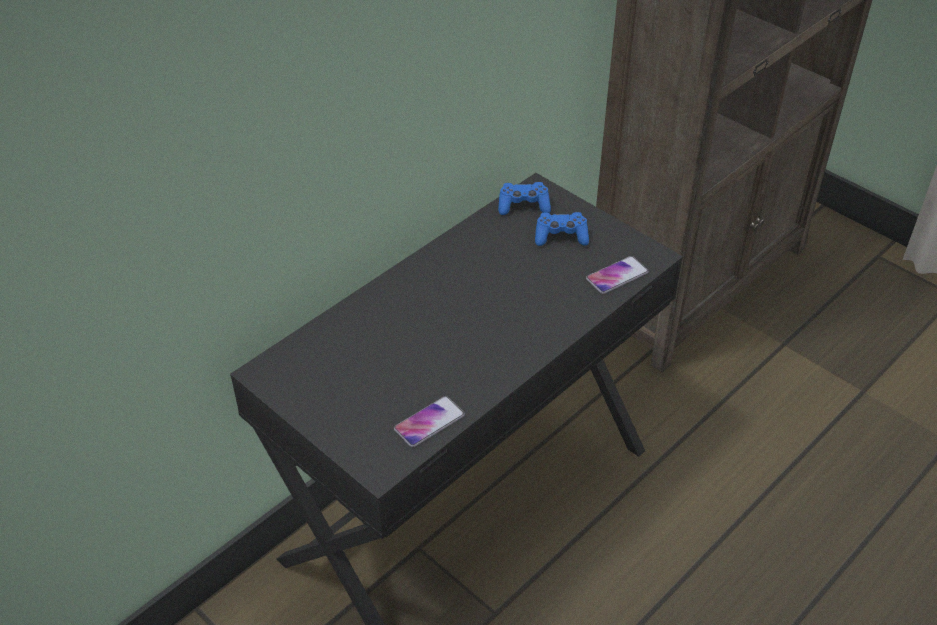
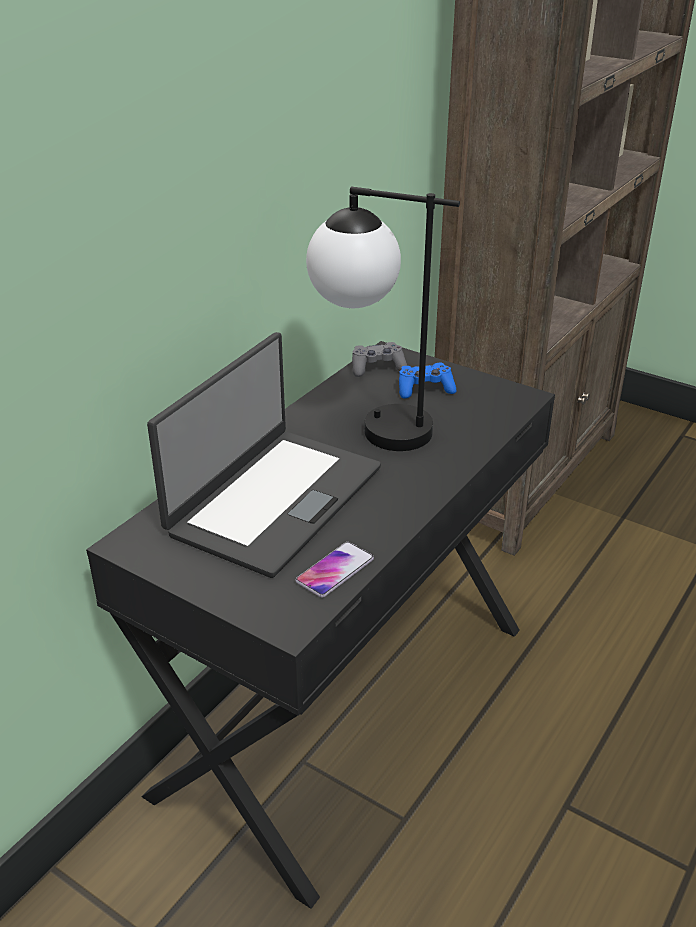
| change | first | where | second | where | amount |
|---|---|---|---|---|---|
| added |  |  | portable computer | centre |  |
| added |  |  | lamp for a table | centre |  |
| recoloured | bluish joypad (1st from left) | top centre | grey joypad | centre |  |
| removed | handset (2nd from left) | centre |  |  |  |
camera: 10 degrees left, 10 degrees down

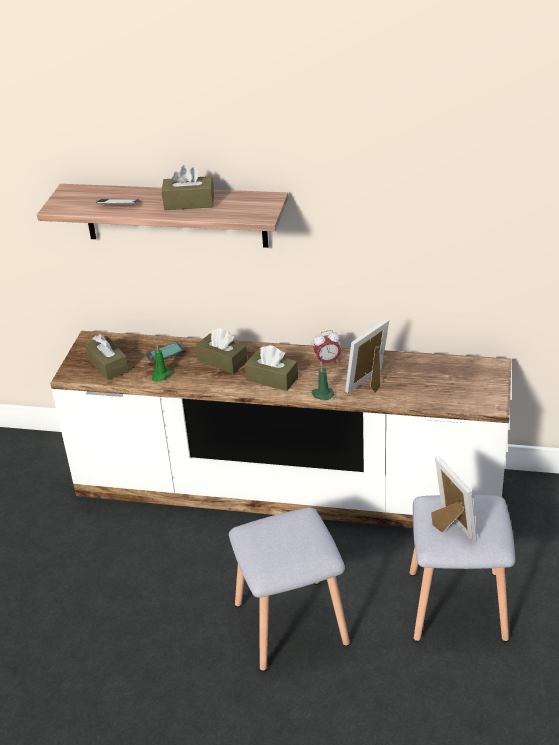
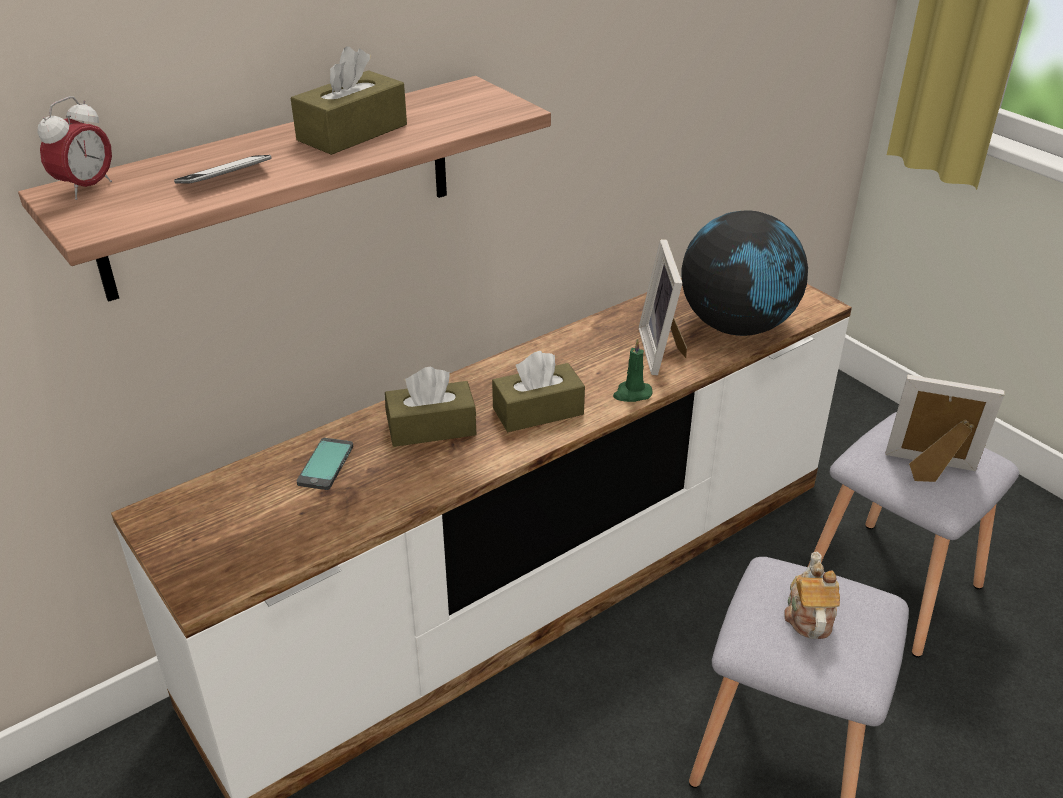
| change | first | where | second | where | amount |
|---|---|---|---|---|---|
| moved | bedside clock | centre |  | top left |  |
| added |  |  | desk globe | middle right |  |
| added |  |  | tea pot | bottom right |  |
| removed | brownish tissue holder (1st from left) | middle left |  |  |  |
| removed | greenish wax light (1st from left) | middle left |  |  |  |
camera: 50 degrees left, 0 degrees up

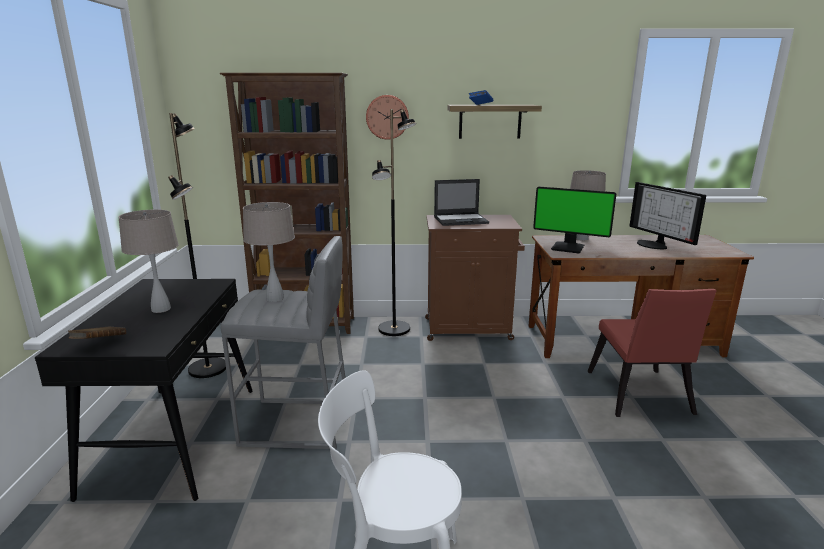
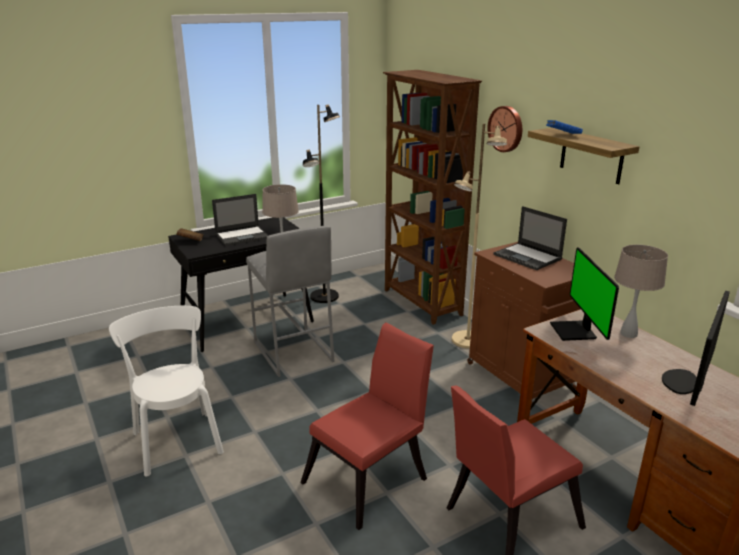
| change | first | where | second | where | amount |
|---|---|---|---|---|---|
| replaced | beige lamp for a table (1st from left) | middle left | portable computer (1st from left) | middle left |  |
| added |  |  | reddish upright chair (1st from left) | bottom centre |  |
| recoloured | blackish standard lamp (2nd from left) | centre | beige standard lamp | centre |  |
camera: 60 degrees right, 5 degrees up

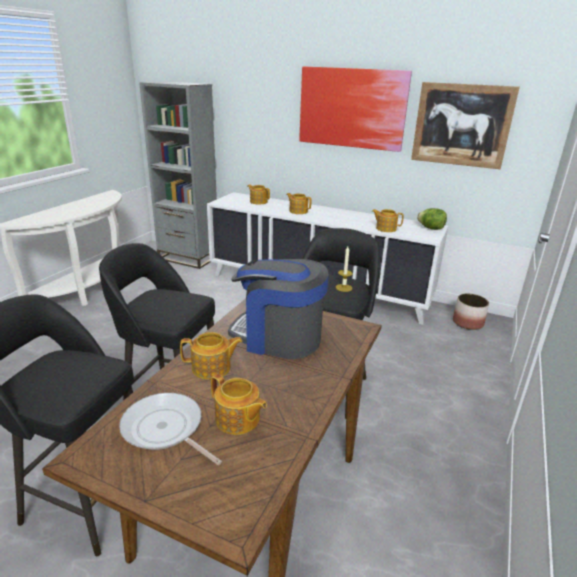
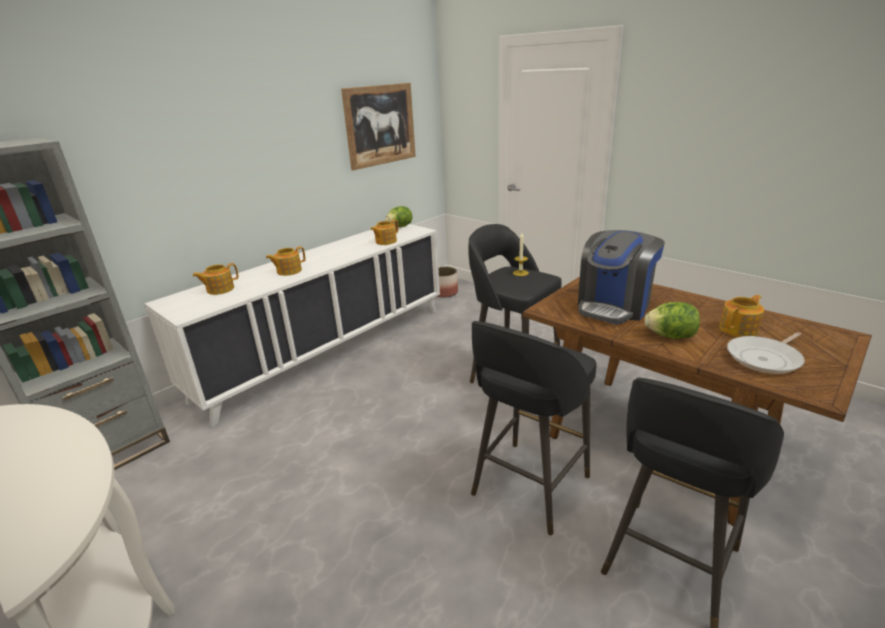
| change | first | where | second | where | amount |
|---|---|---|---|---|---|
| replaced | tea pot (1st from left) | centre | lettuce (2nd from left) | middle right |  |
| removed | wall picture (1st from left) | top centre |  |  |  |
camera: 70 degrees left, 0 degrees up

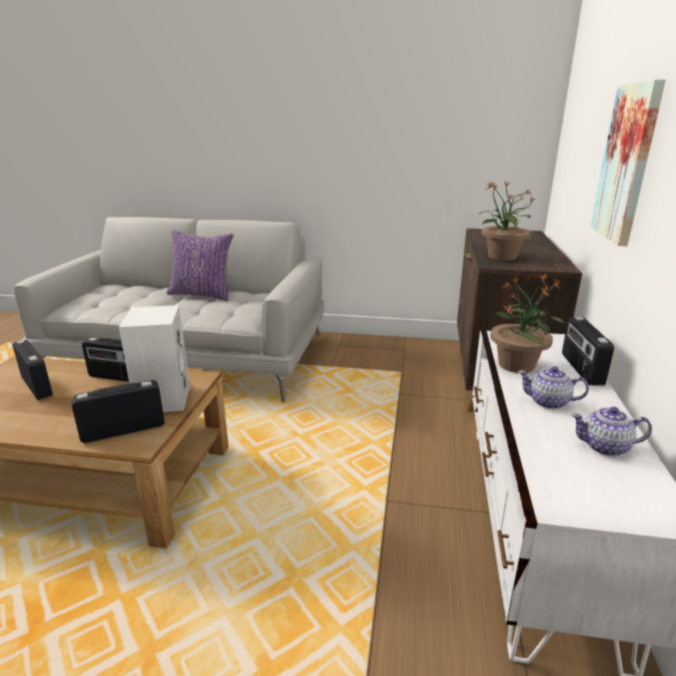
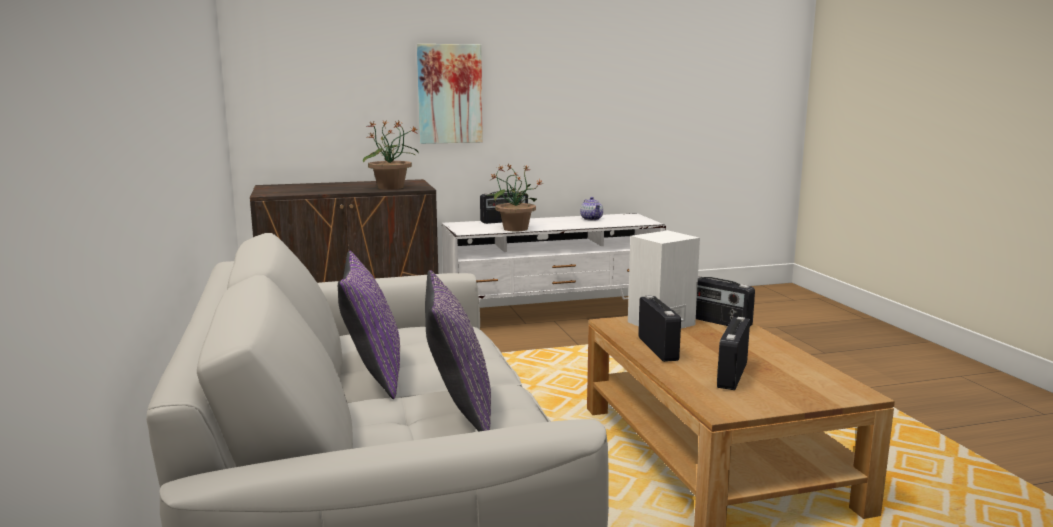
| change | first | where | second | where | amount |
|---|---|---|---|---|---|
| added |  |  | purple pillow (2nd from left) | centre |  |
| removed | tea pot (1st from left) | middle right |  |  |  |
camera: 115 degrees left, 10 degrees down

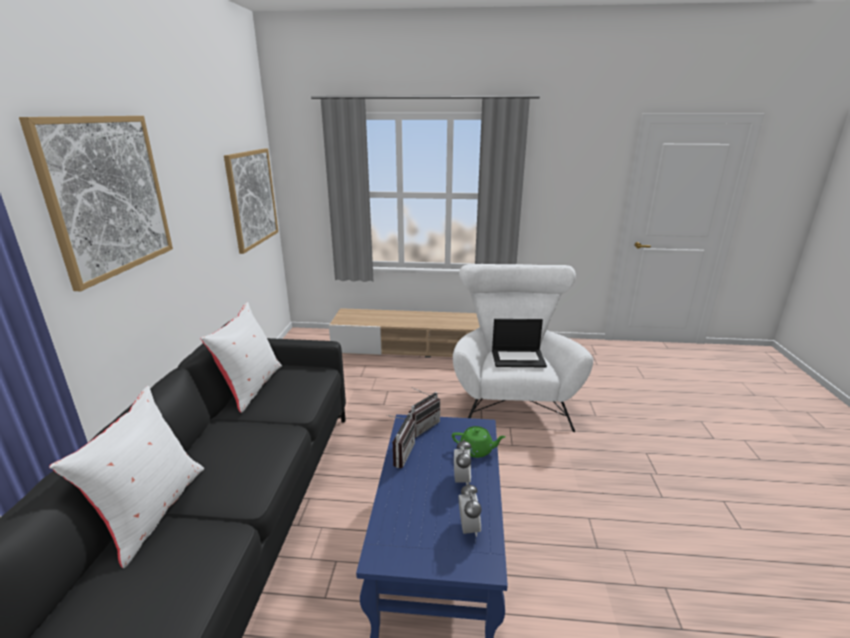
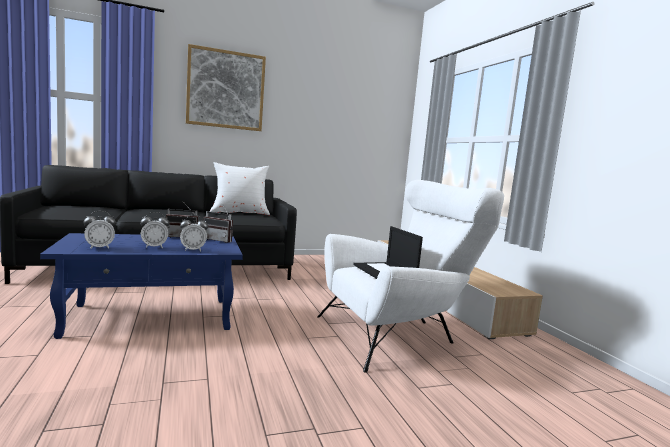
| change | first | where | second | where | amount |
|---|---|---|---|---|---|
| replaced | greenish tea pot | bottom centre | bedside clock (3rd from left) | middle left |  |
| removed | whitish pillow (1st from left) | bottom left |  |  |  |
| removed | wall picture (2nd from left) | top left |  |  |  |
camera: 65 degrees right, 15 degrees down

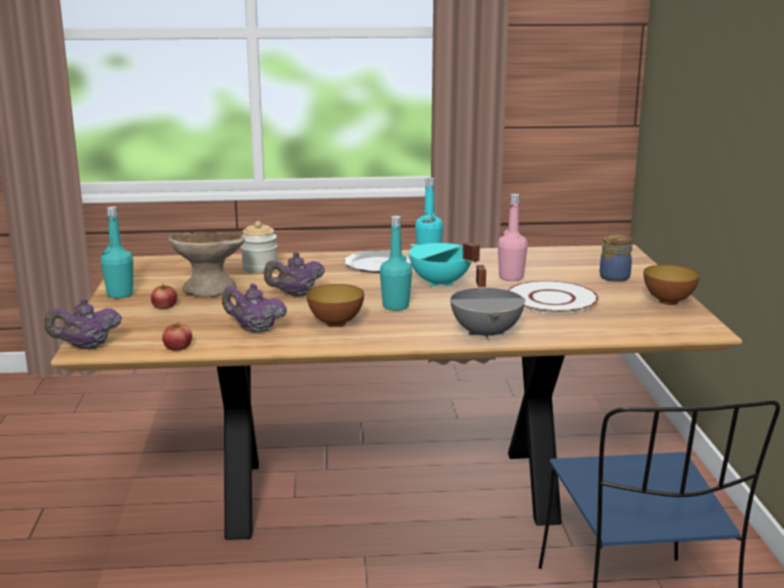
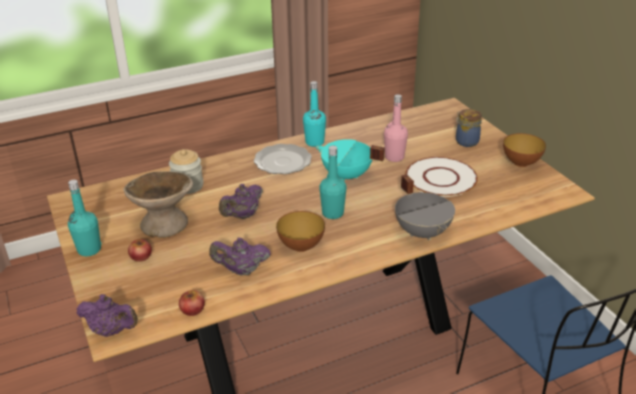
| change | first | where | second | where | amount |
|---|---|---|---|---|---|
| turned | purple tea pot (1st from left) | middle left |  | bottom left | 120 degrees counterclockwise |
camera: 20 degrees left, 15 degrees up

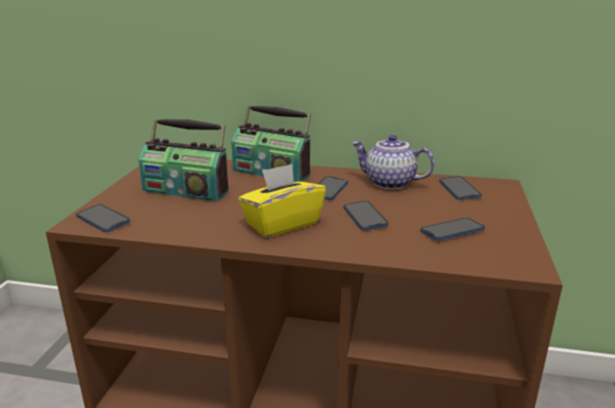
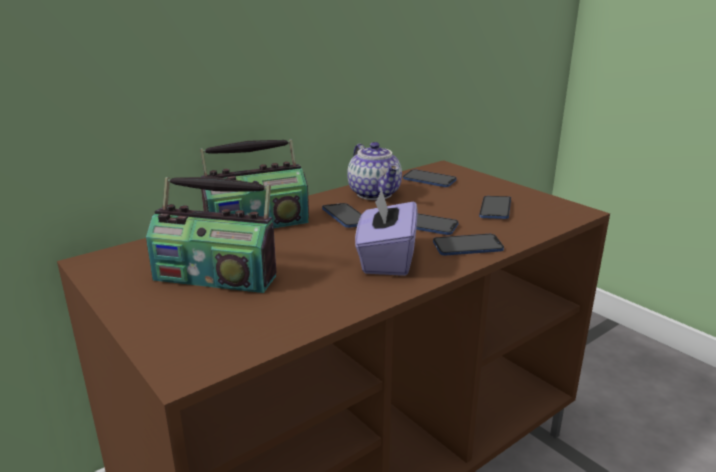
| change | first | where | second | where | amount |
|---|---|---|---|---|---|
| turned | radio receiver (1st from left) | middle left |  | middle left | 45 degrees clockwise |
| turned | tea pot | centre |  | centre | 90 degrees counterclockwise |
| recoloured | yellow tissue holder | centre | purple tissue holder | centre |  |
| moved | handset (1st from left in the first image) | middle left | handset (4th from left) | centre |  |
camera: 50 degrees left, 0 degrees up

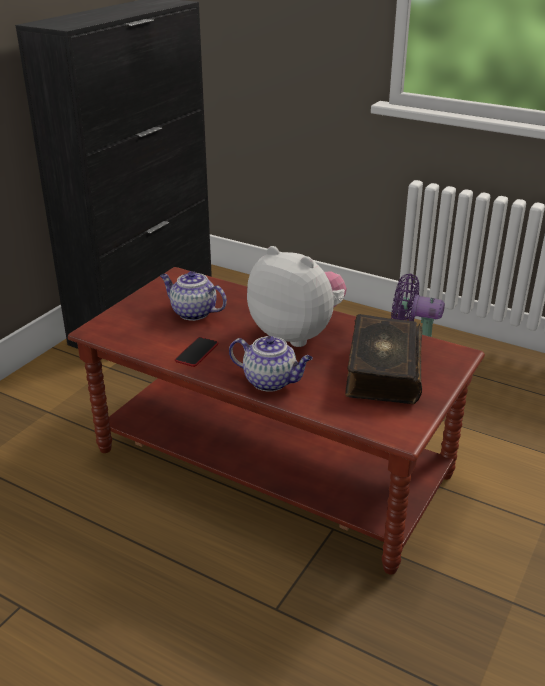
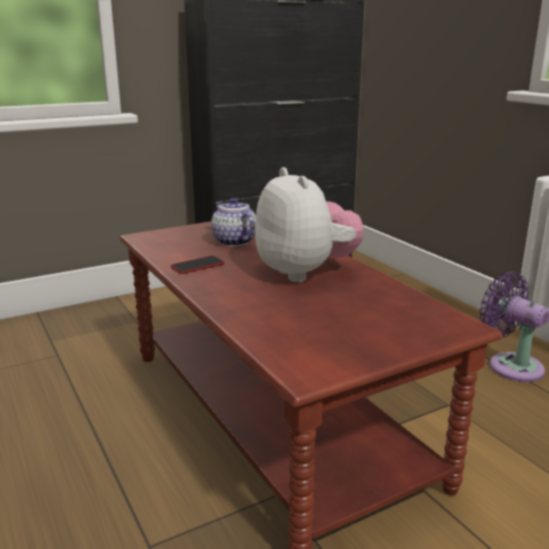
| change | first | where | second | where | amount |
|---|---|---|---|---|---|
| removed | tea pot (2nd from left) | centre |  |  |  |
| removed | book | middle right |  |  |  |
camera: 30 degrees right, 10 degrees down

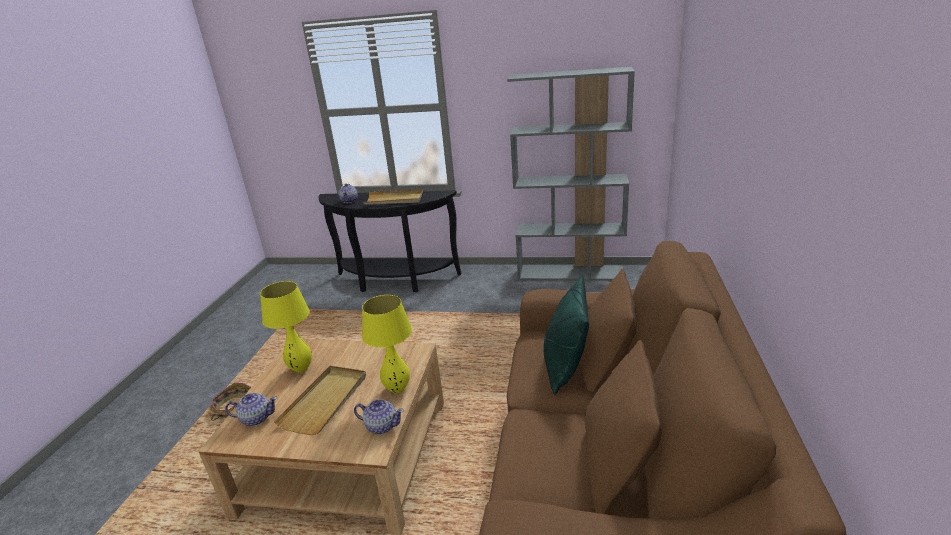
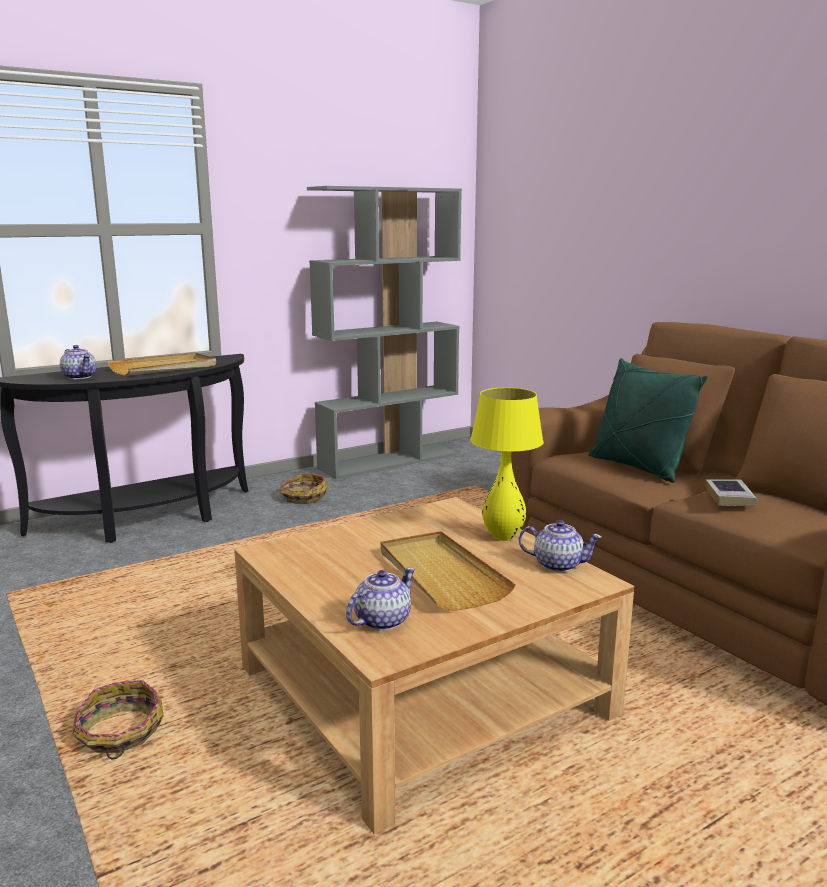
| change | first | where | second | where | amount |
|---|---|---|---|---|---|
| added |  |  | basket (2nd from left) | centre |  |
| turned | tea pot (3rd from left) | bottom centre |  | middle right | 45 degrees clockwise |
| added |  |  | book | middle right |  |
| removed | yellow lamp for a table (1st from left) | middle left |  |  |  |
camera: 45 degrees left, 10 degrees down

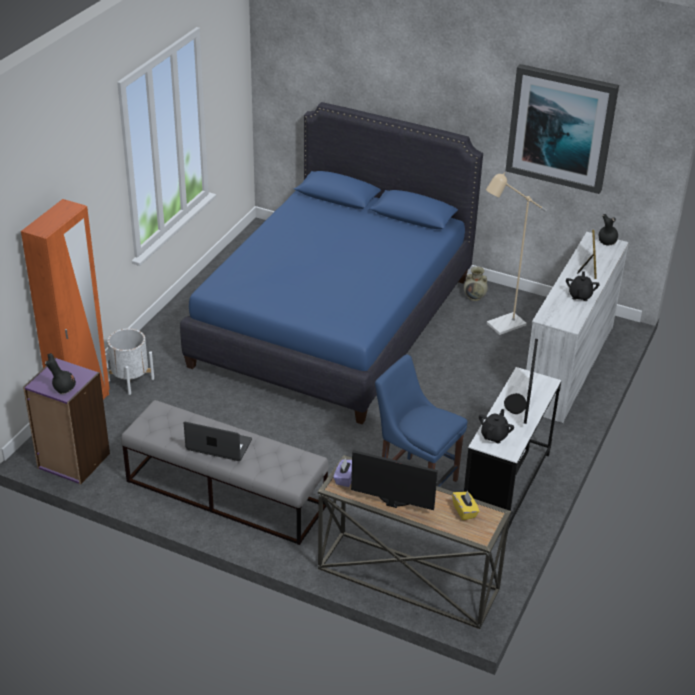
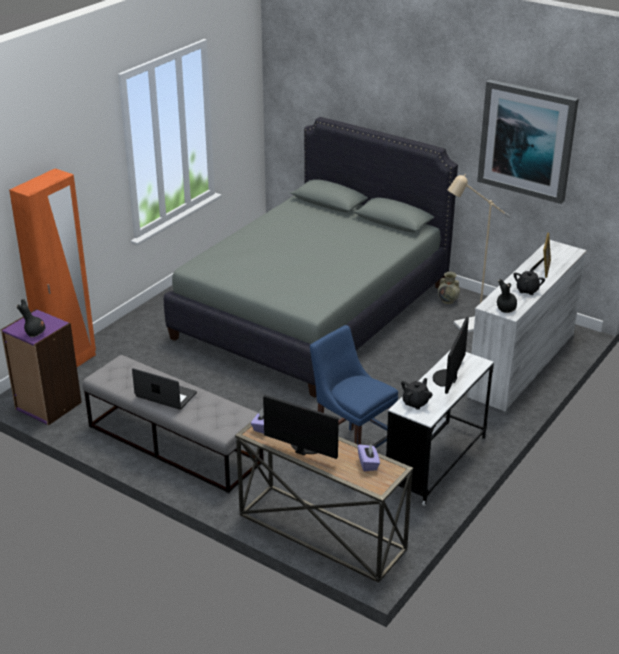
| change | first | where | second | where | amount |
|---|---|---|---|---|---|
| recoloured | bluish sleeping bed | centre | grey sleeping bed | centre |  |
| recoloured | yellow tissue holder | bottom right | purple tissue holder (2nd from left) | bottom centre |  |
| moved | blackish vase (2nd from left) | top right |  | middle right |  |
| removed | whitish flower pot | middle left |  |  |  |
camera: 10 degrees right, 5 degrees down

